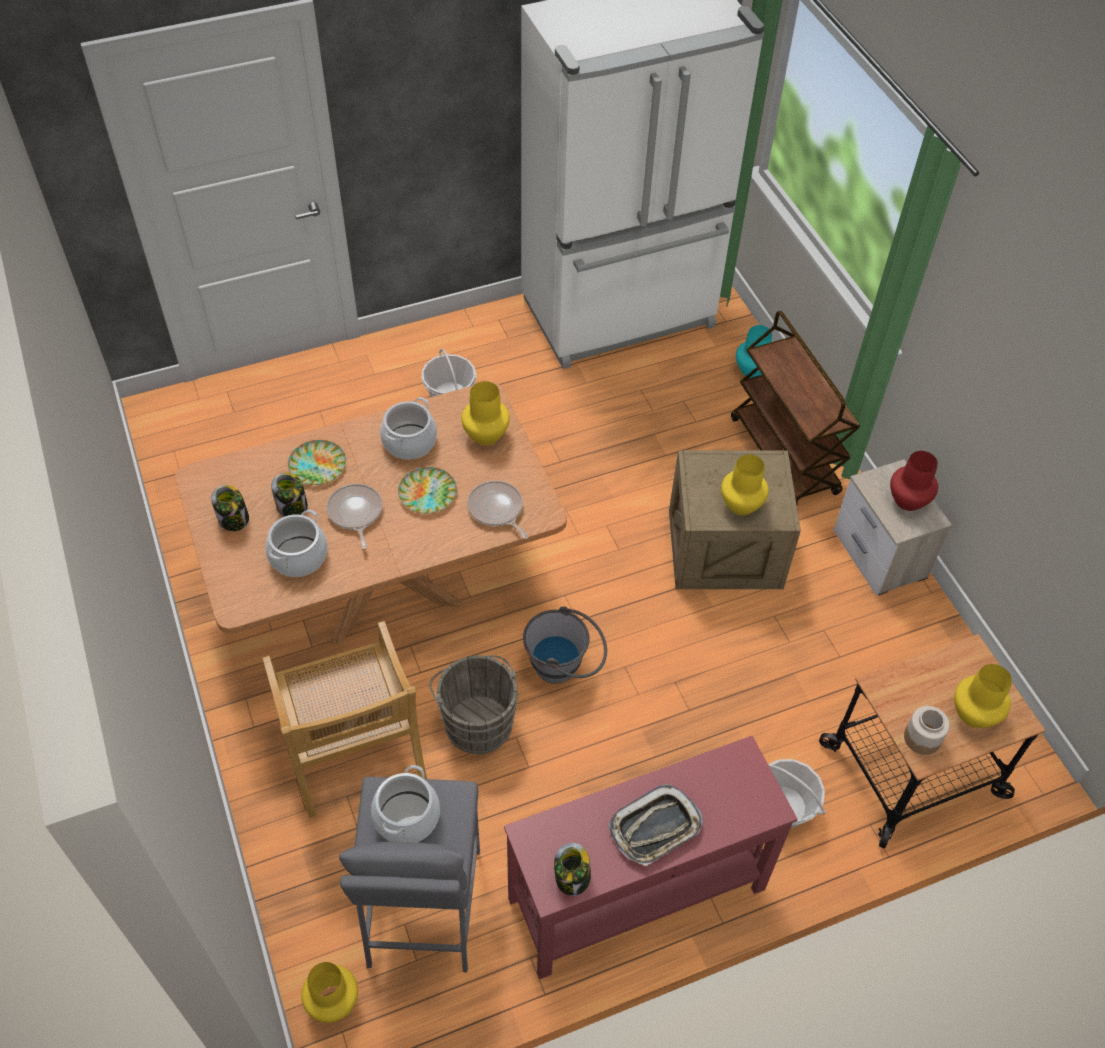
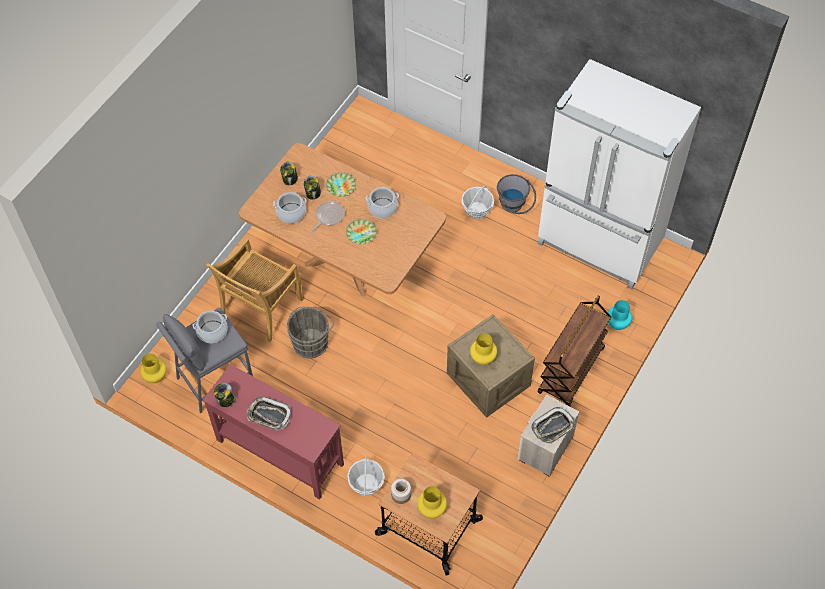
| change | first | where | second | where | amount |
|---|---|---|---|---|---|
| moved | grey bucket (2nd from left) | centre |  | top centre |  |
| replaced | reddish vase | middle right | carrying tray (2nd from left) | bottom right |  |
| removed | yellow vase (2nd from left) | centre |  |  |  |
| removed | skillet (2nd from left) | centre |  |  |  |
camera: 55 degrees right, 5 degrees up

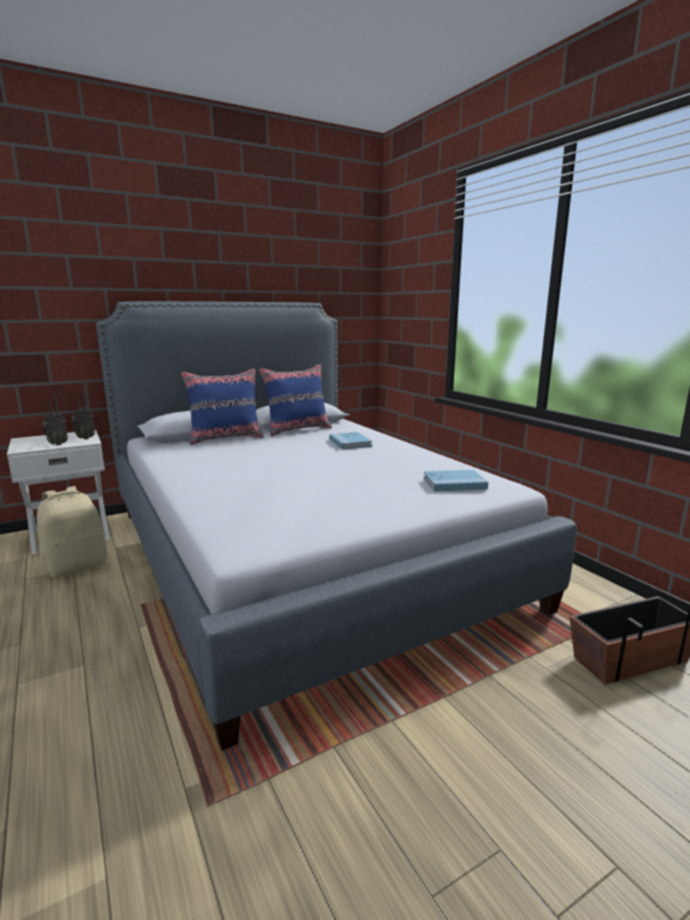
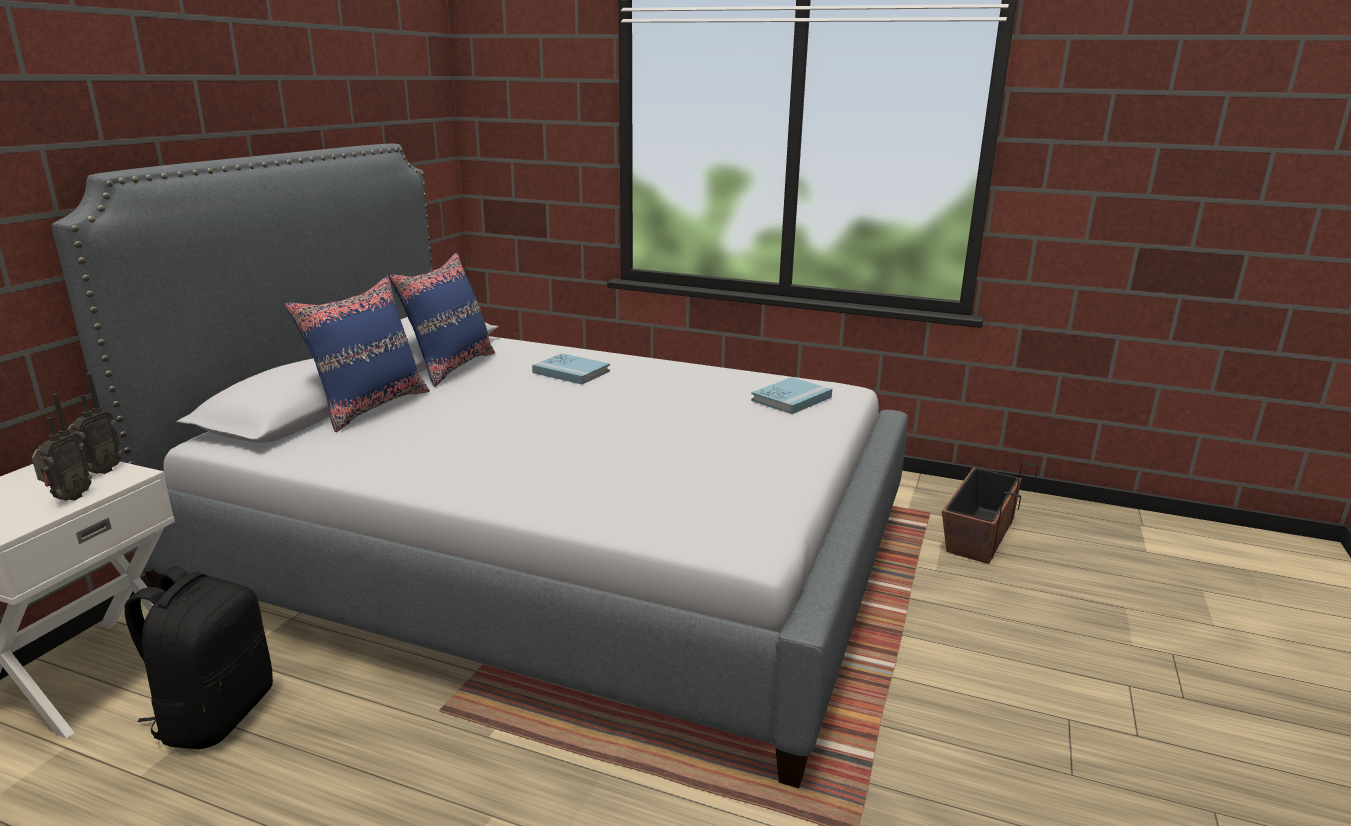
| change | first | where | second | where | amount |
|---|---|---|---|---|---|
| recoloured | beige knapsack | middle left | blackish knapsack | bottom left |  |
camera: 40 degrees left, 5 degrees up

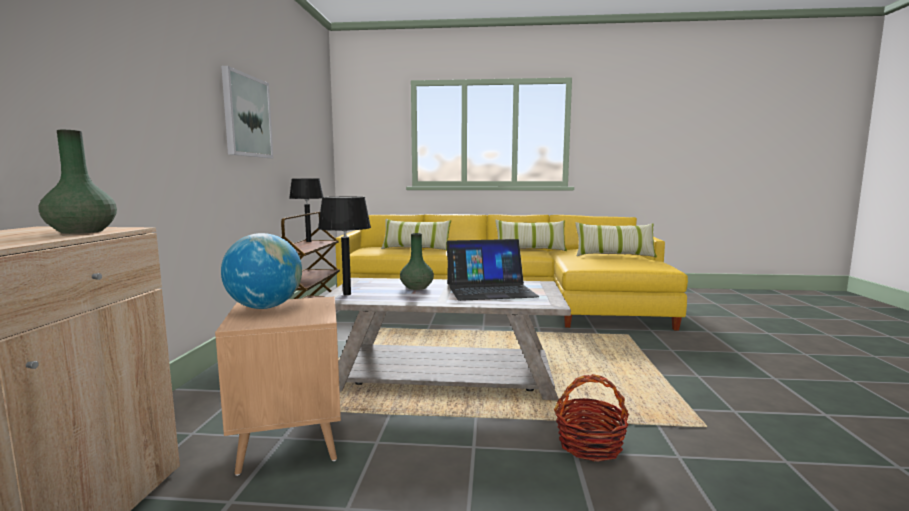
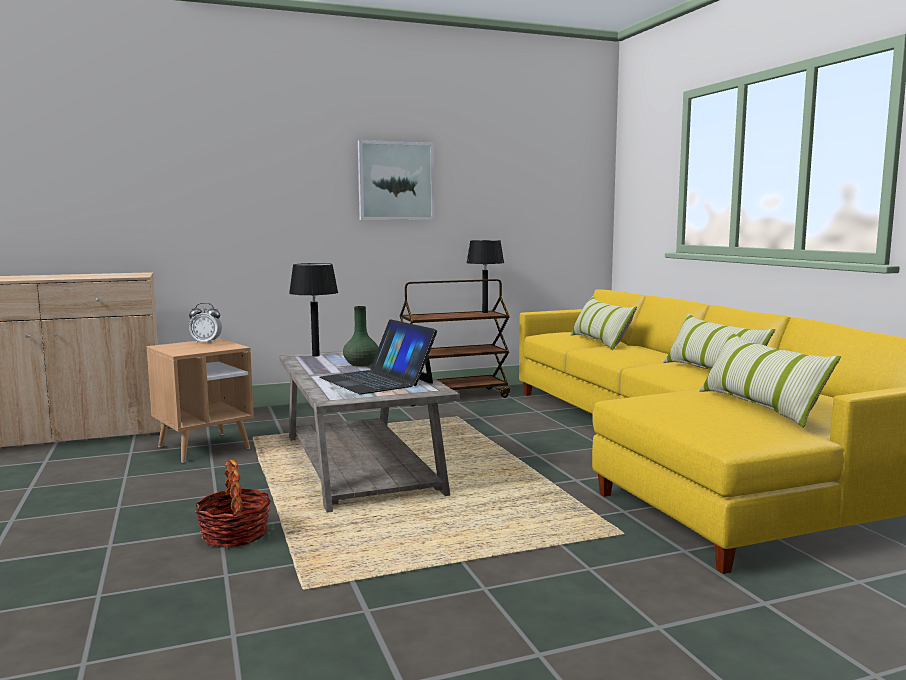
| change | first | where | second | where | amount |
|---|---|---|---|---|---|
| replaced | desk globe | middle left | bedside clock | middle left |  |
| removed | greenish vase (1st from left) | middle left |  |  |  |
camera: 65 degrees right, 0 degrees up

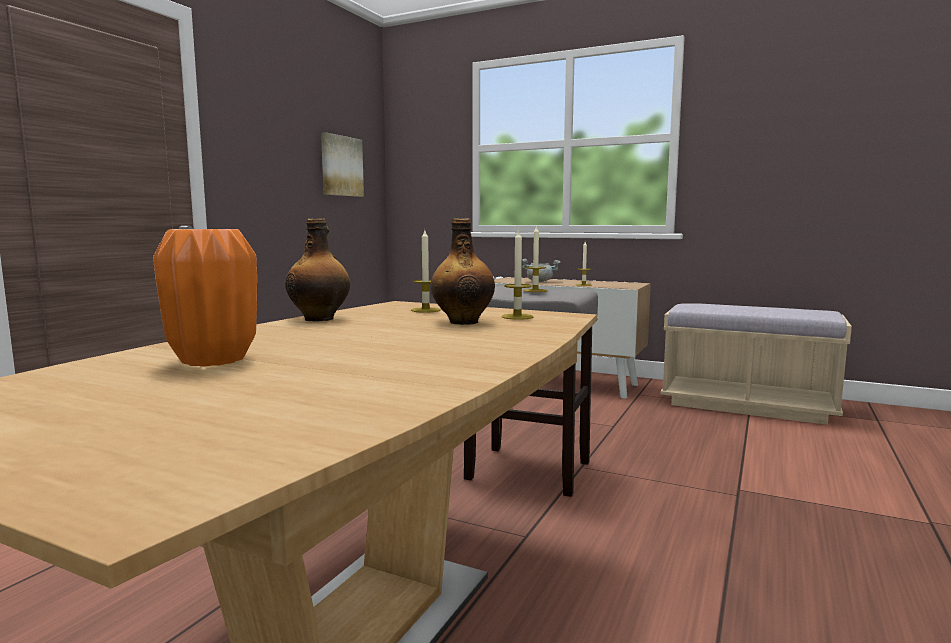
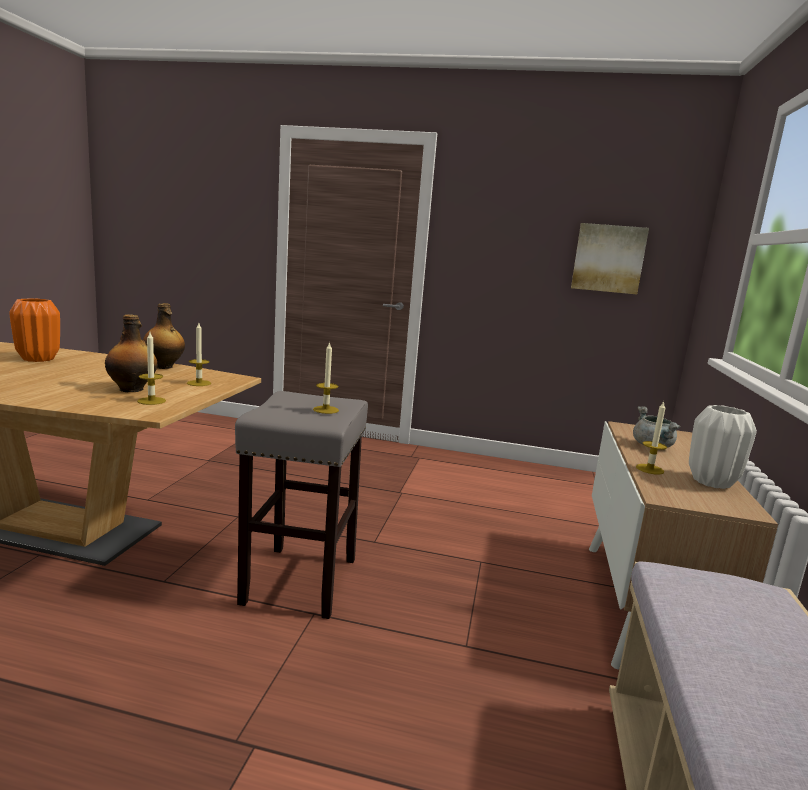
| change | first | where | second | where | amount |
|---|---|---|---|---|---|
| added |  |  | whitish vase | middle right |  |
camera: 75 degrees right, 5 degrees up

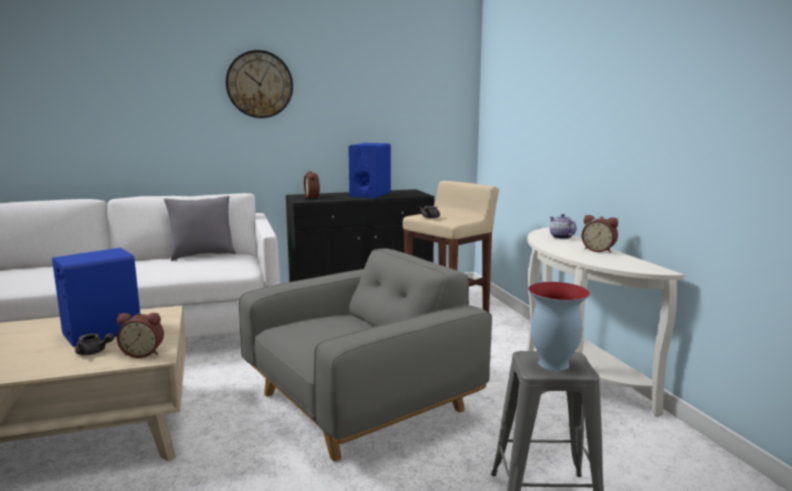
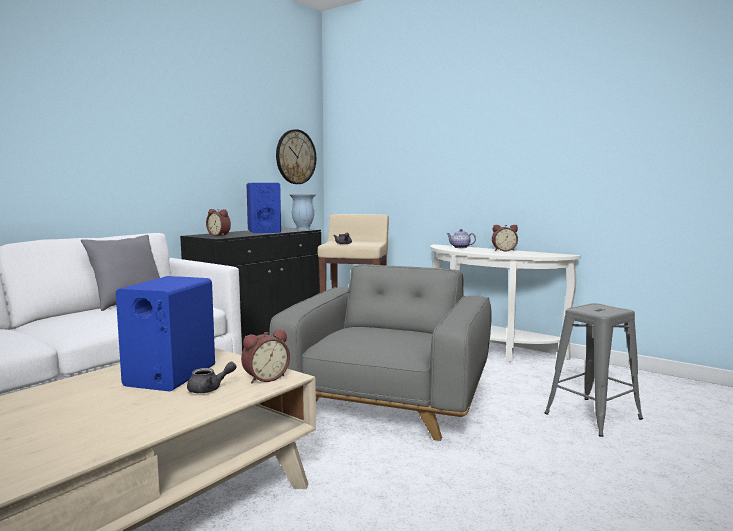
| change | first | where | second | where | amount |
|---|---|---|---|---|---|
| moved | hanging clock | top left |  | top centre |  |
| moved | vase | middle right |  | centre |  |
camera: 35 degrees left, 5 degrees down

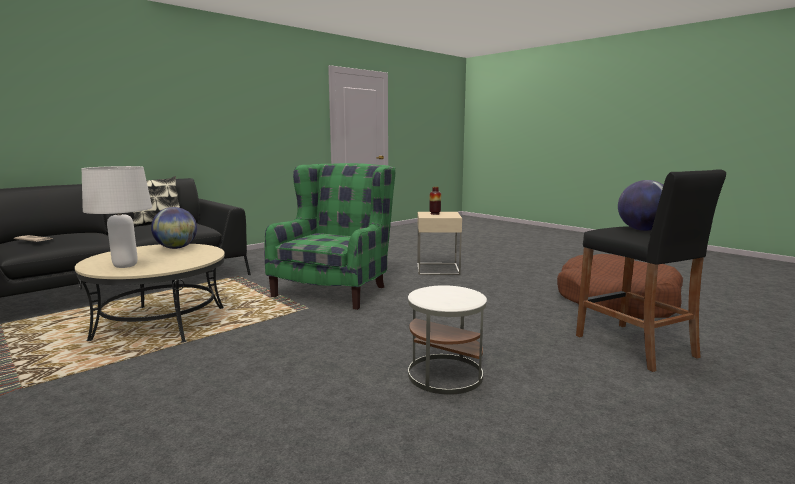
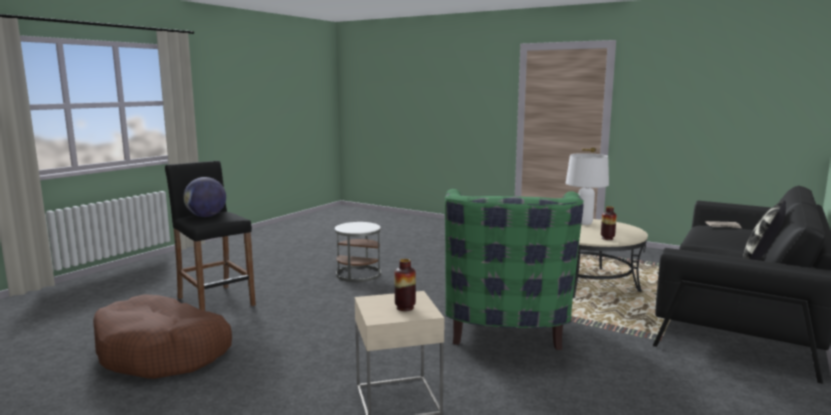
| change | first | where | second | where | amount |
|---|---|---|---|---|---|
| replaced | desk globe (1st from left) | middle left | vase (2nd from left) | middle right |  |
camera: 165 degrees right, 0 degrees up

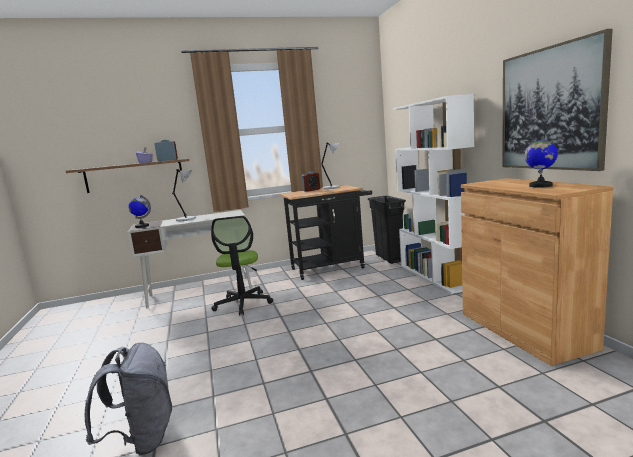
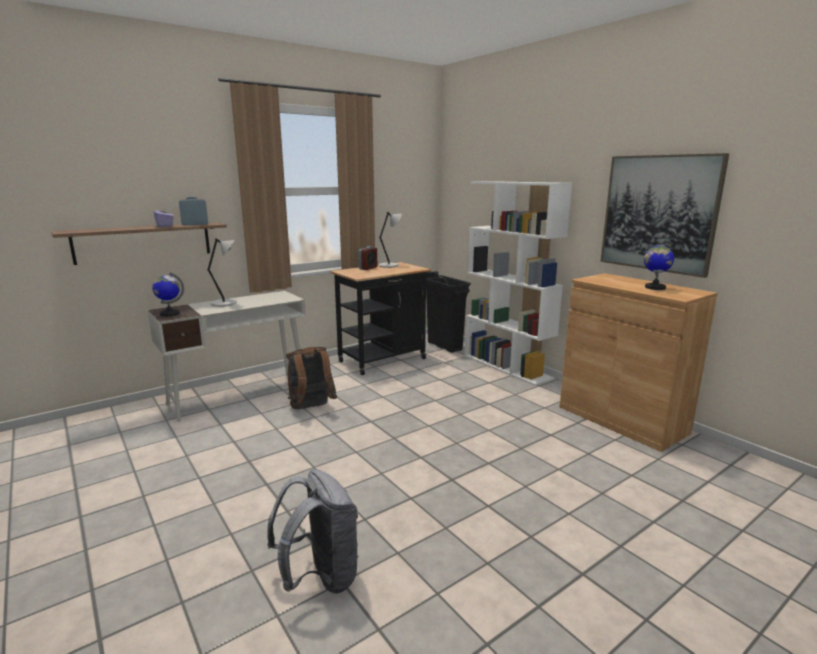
| change | first | where | second | where | amount |
|---|---|---|---|---|---|
| replaced | desk chair | centre | brownish knapsack | centre |  |
camera: 20 degrees left, 5 degrees up

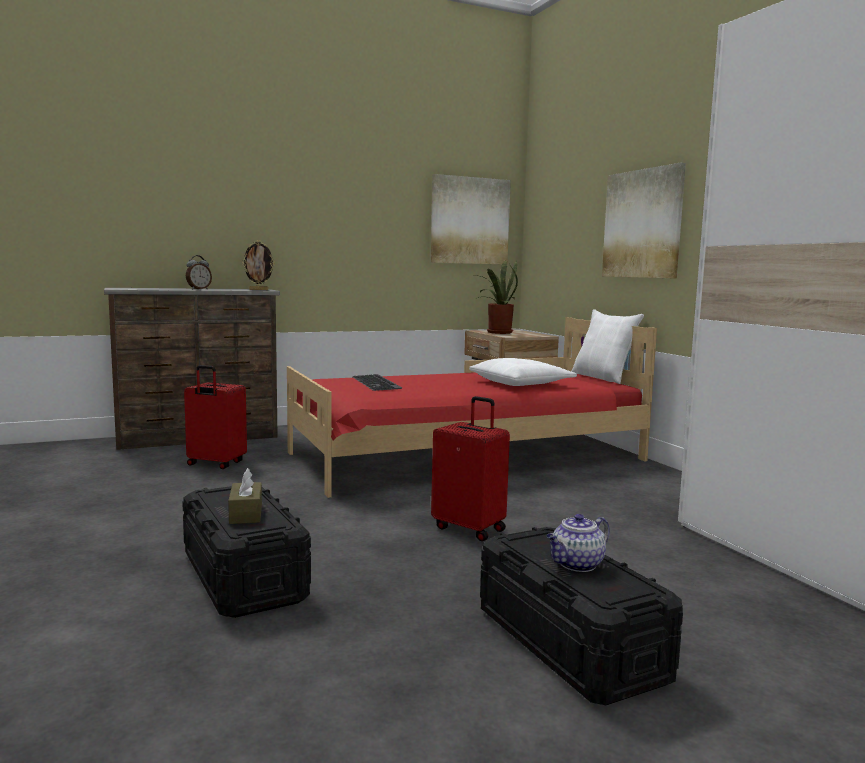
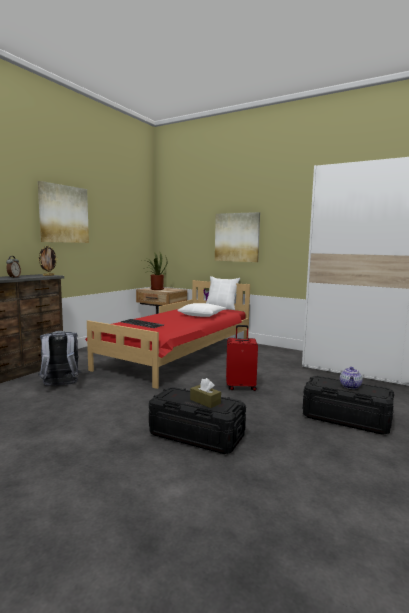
| change | first | where | second | where | amount |
|---|---|---|---|---|---|
| moved | wall picture (1st from left) | top centre |  | middle left |  |
| replaced | reddish travel case (1st from left) | middle left | grey knapsack | middle left |  |
camera: 35 degrees left, 0 degrees up

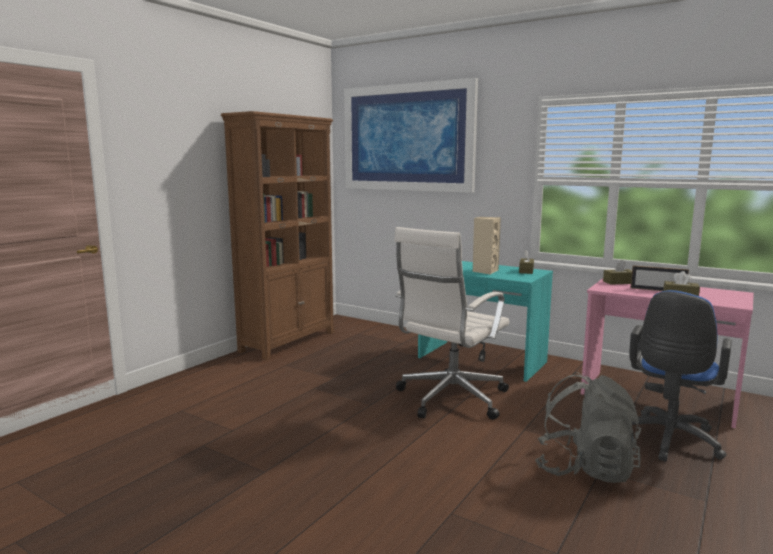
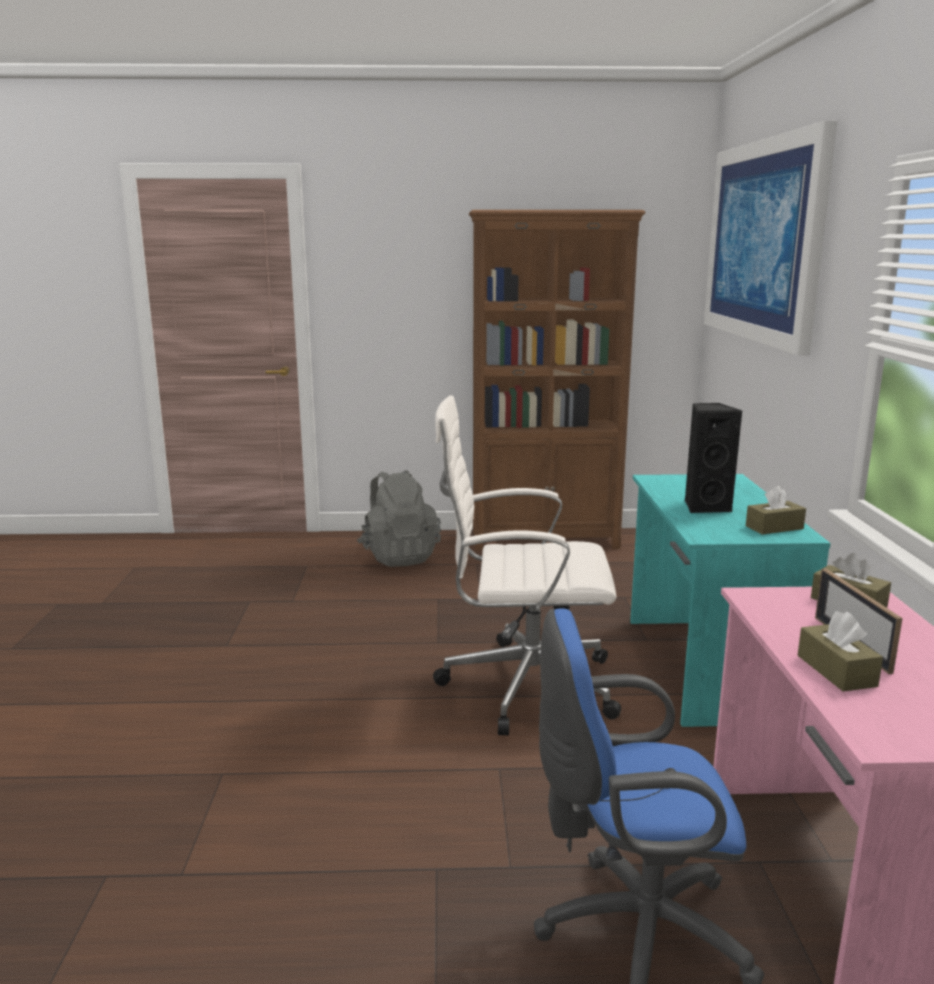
| change | first | where | second | where | amount |
|---|---|---|---|---|---|
| moved | grey knapsack | bottom right |  | centre |  |
| recoloured | beige speaker | centre | blackish speaker | middle right |  |
camera: 55 degrees right, 5 degrees up

